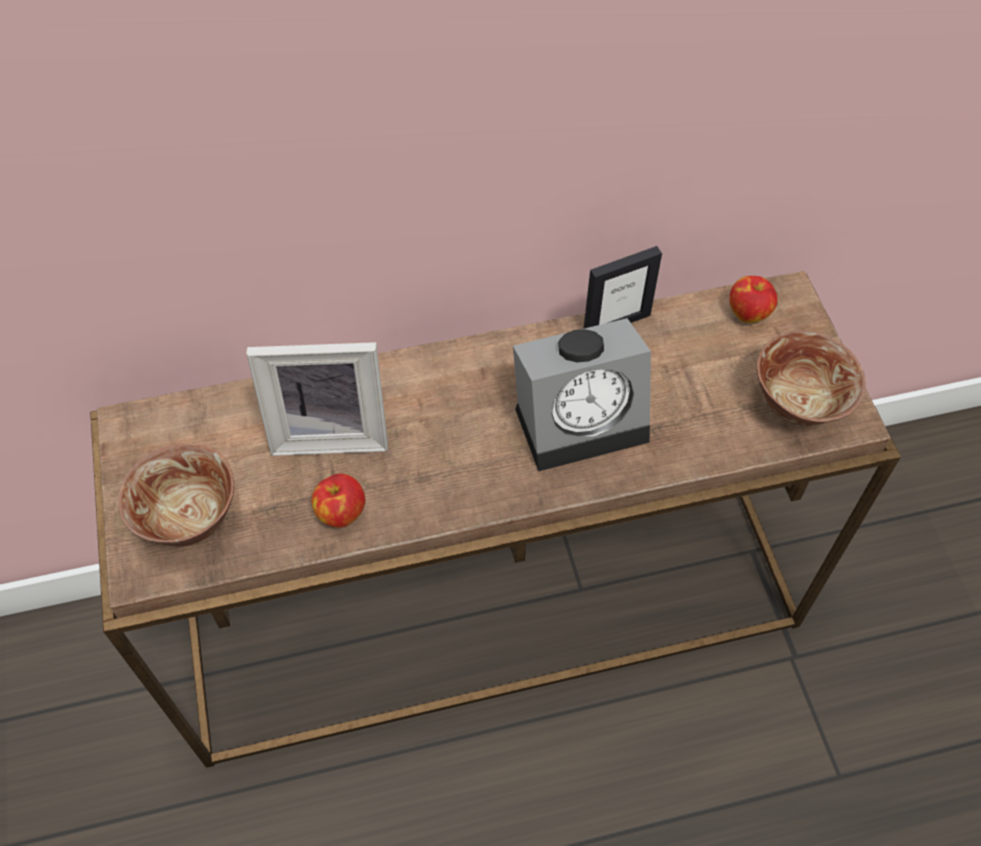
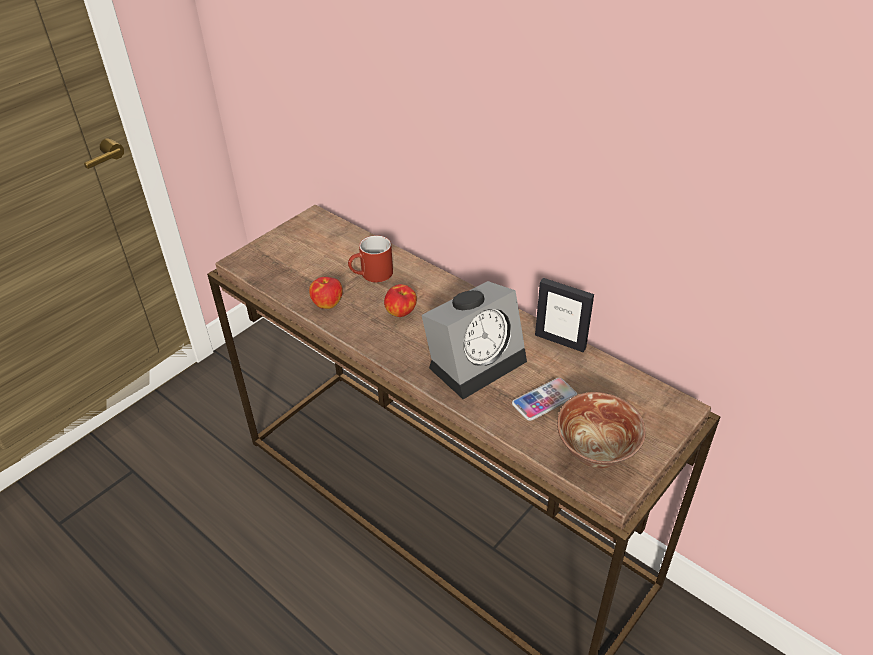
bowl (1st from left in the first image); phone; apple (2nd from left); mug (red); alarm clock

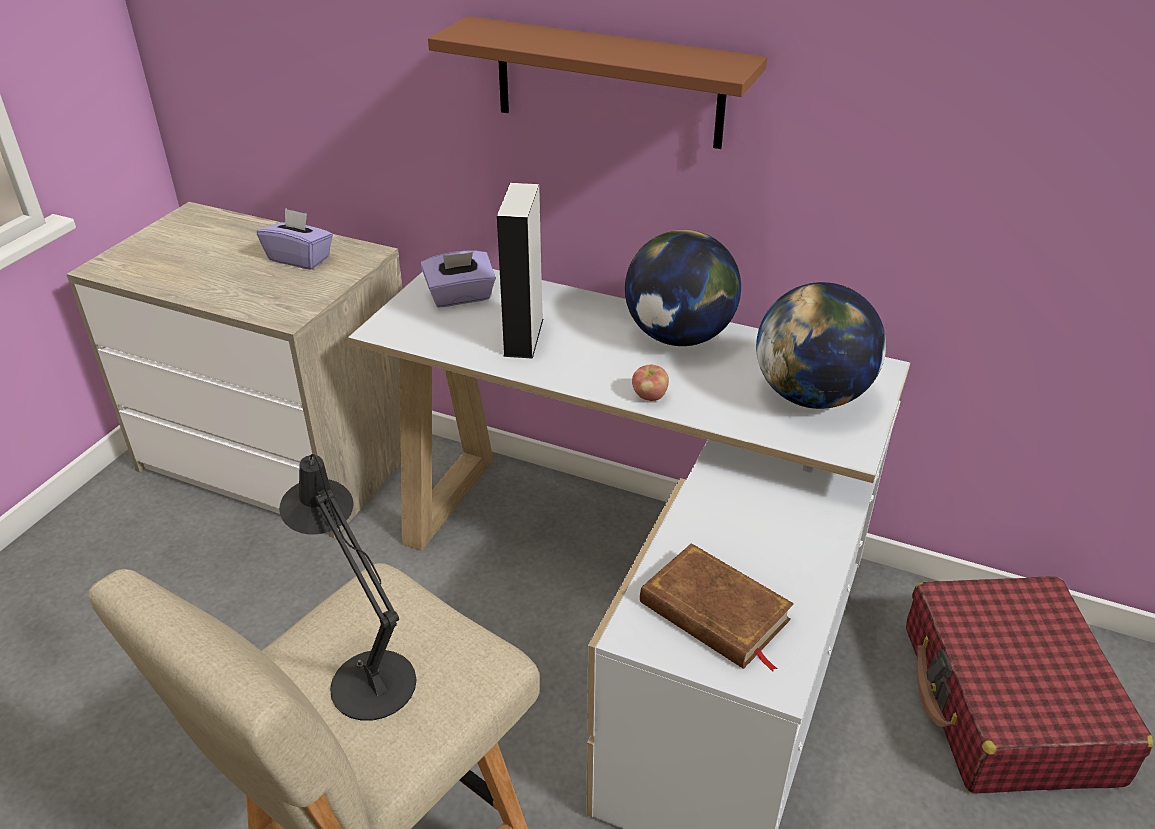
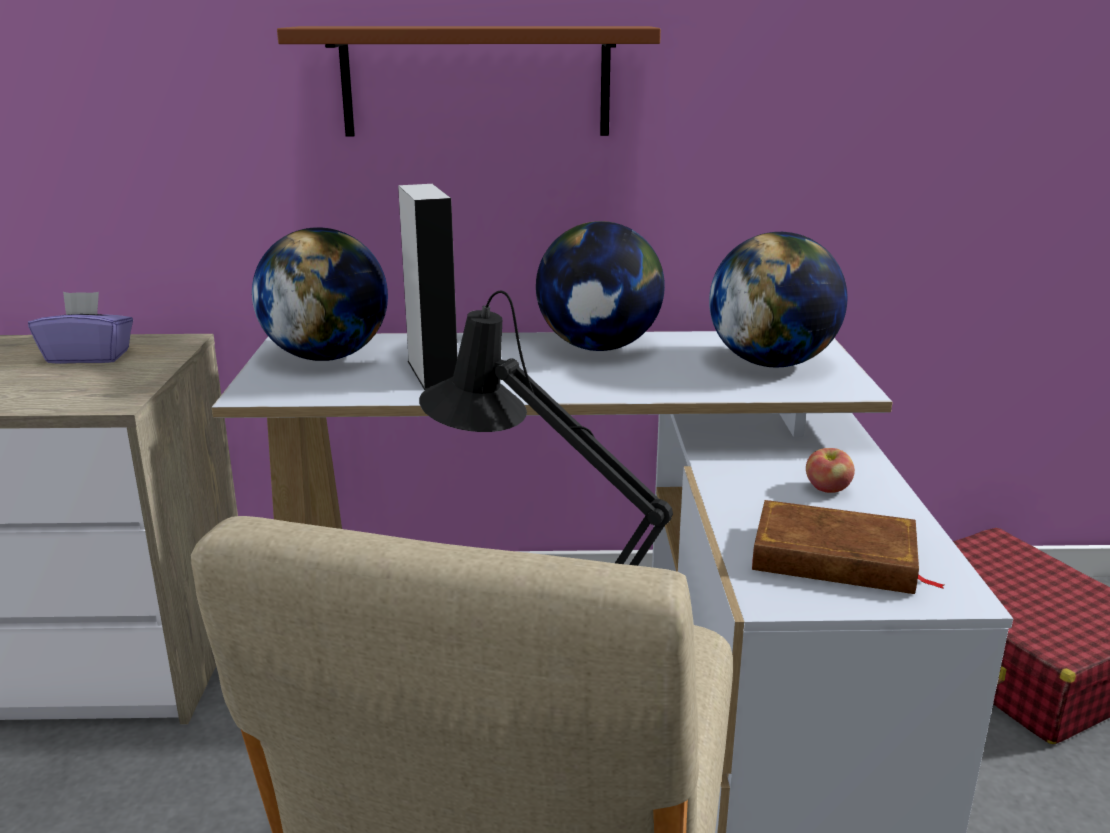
apple; globe (1st from left)

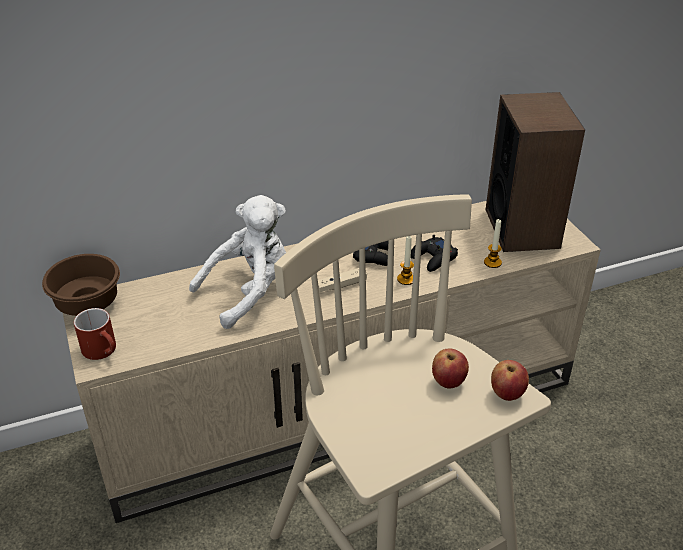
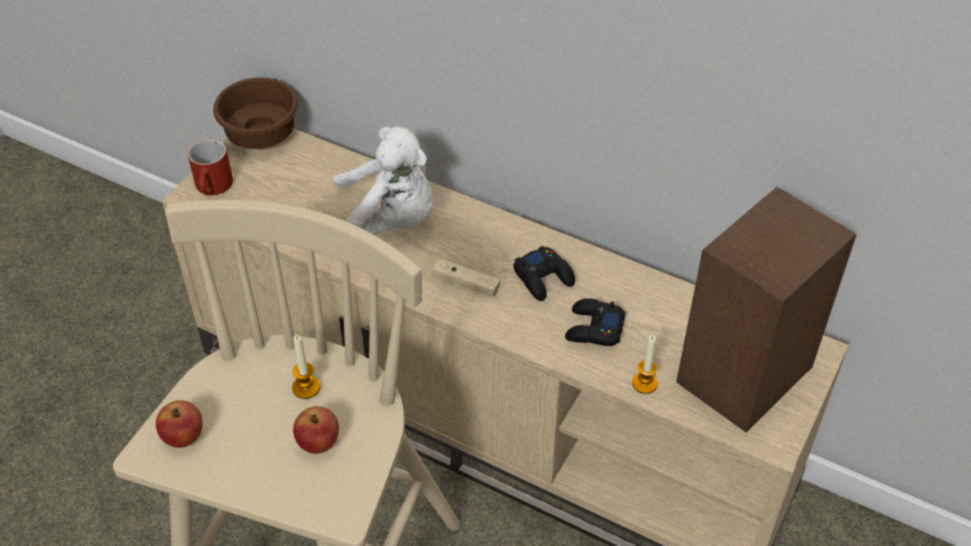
candle (1st from left); apple (1st from left)

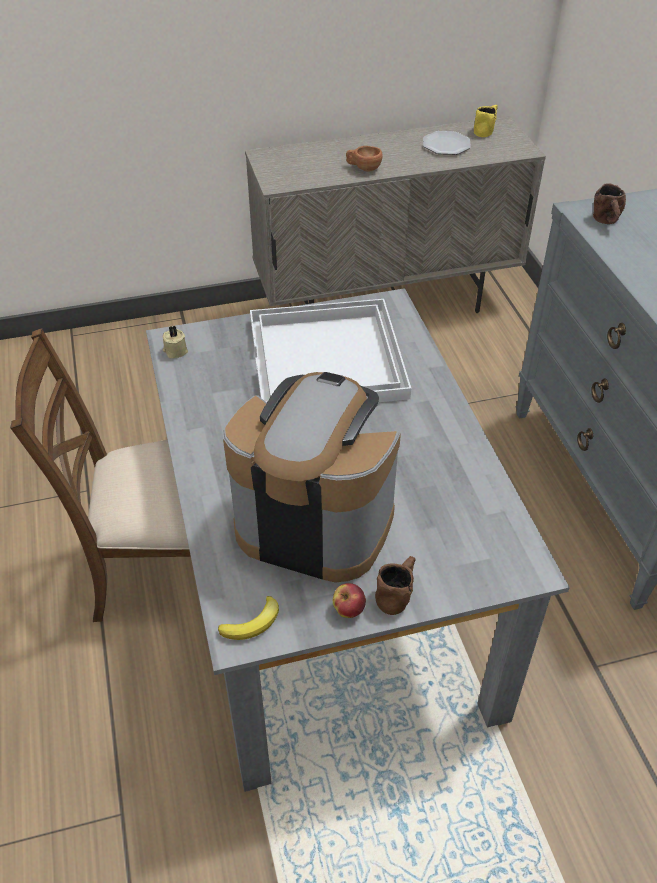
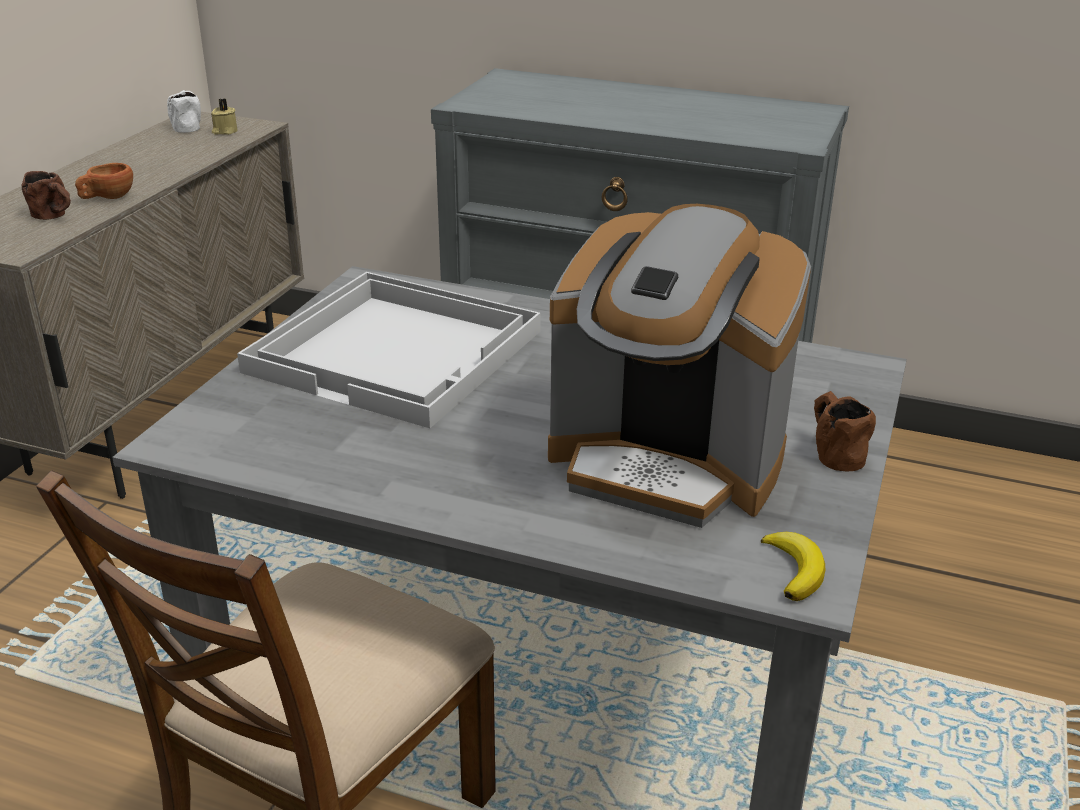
apple; plate; candle (beige); mug (brown) (1st from left); mug (white); coffee machine

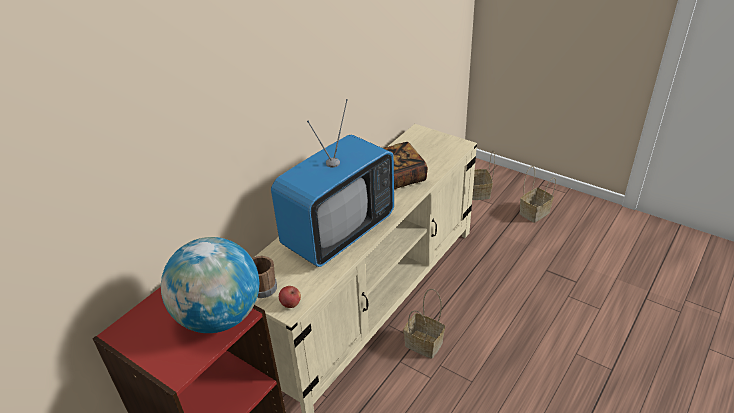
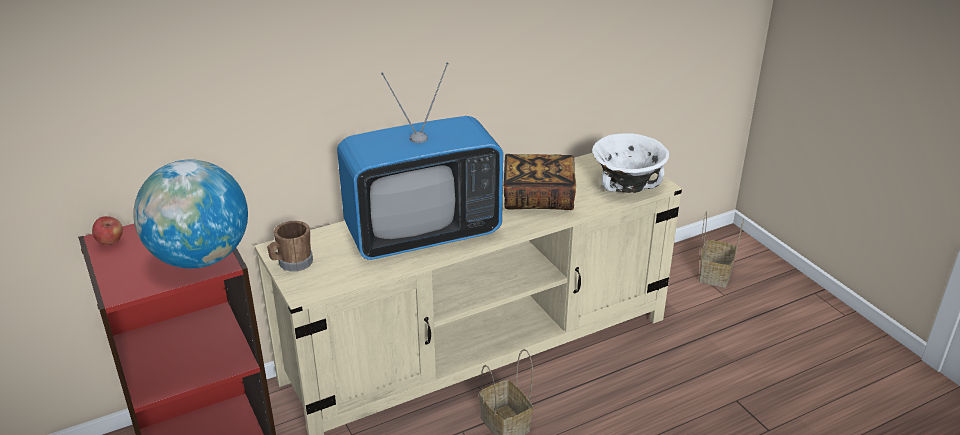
basket (3rd from left in the first image); bowl (white); apple

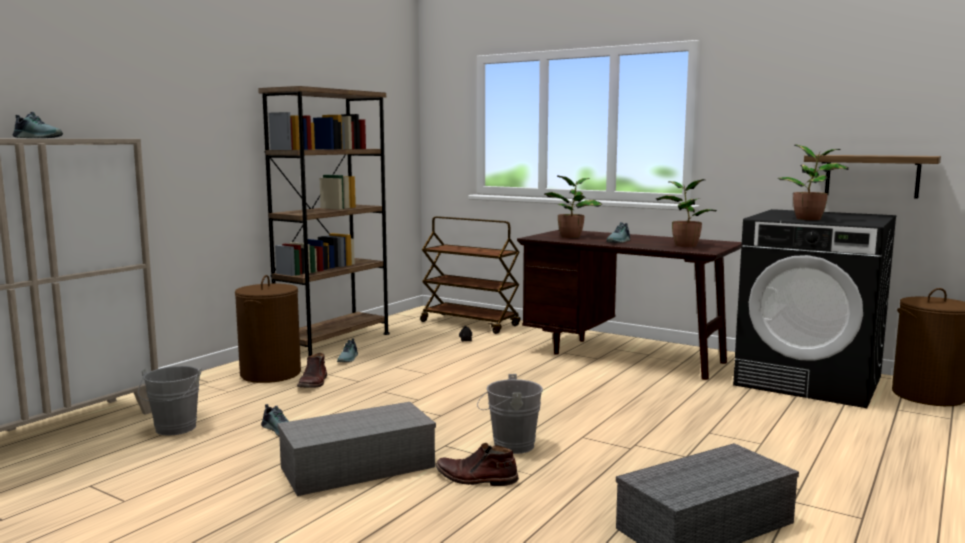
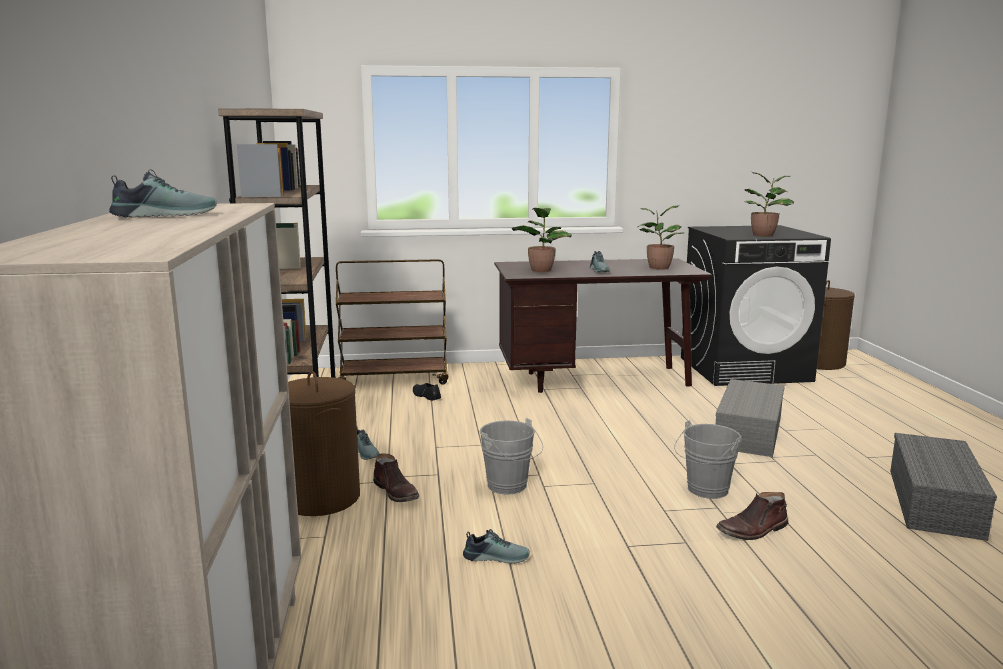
shelf; bucket (grey) (1st from left); storage box (grey) (1st from left)

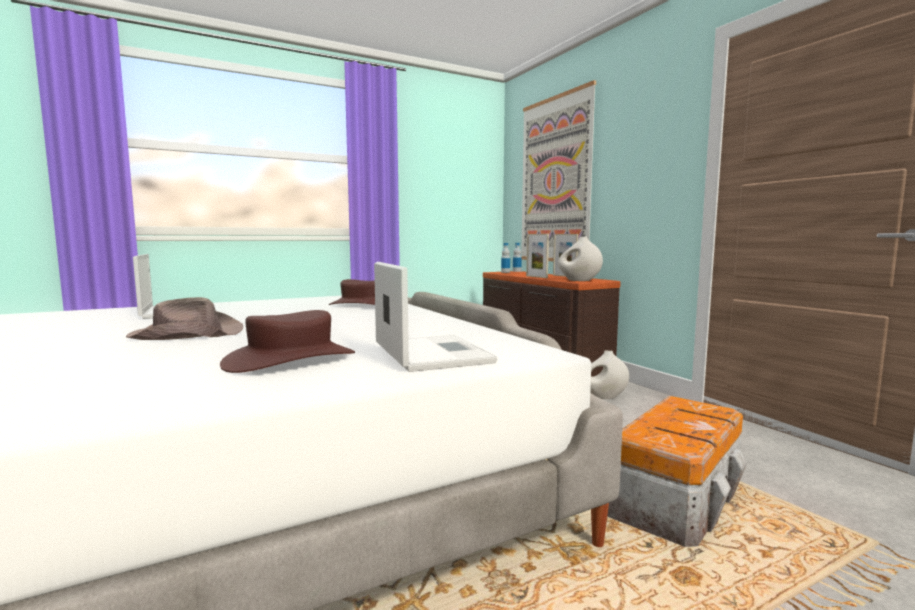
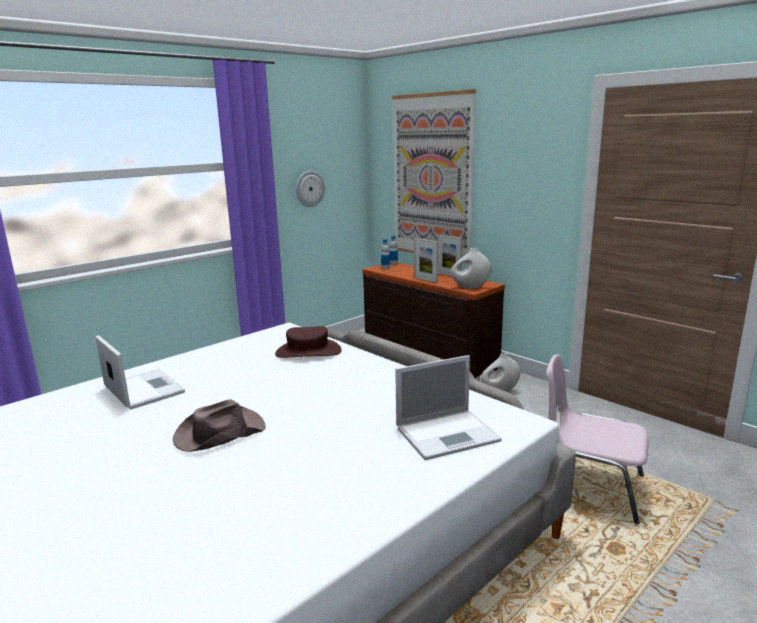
hat (brown) (2nd from left in the first image); wall clock; chair (pink); laptop (2nd from left)

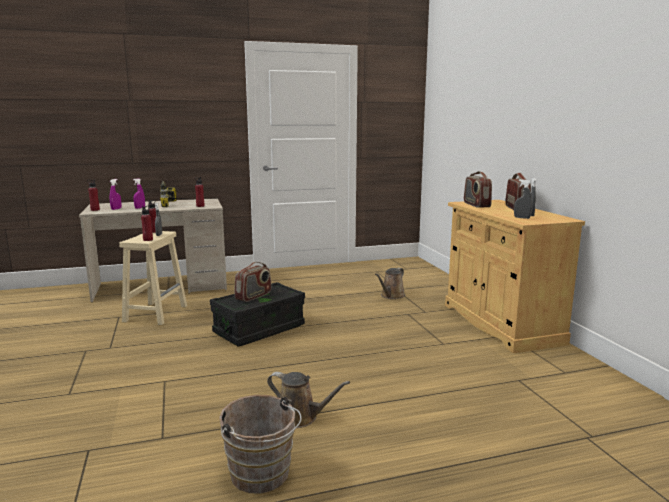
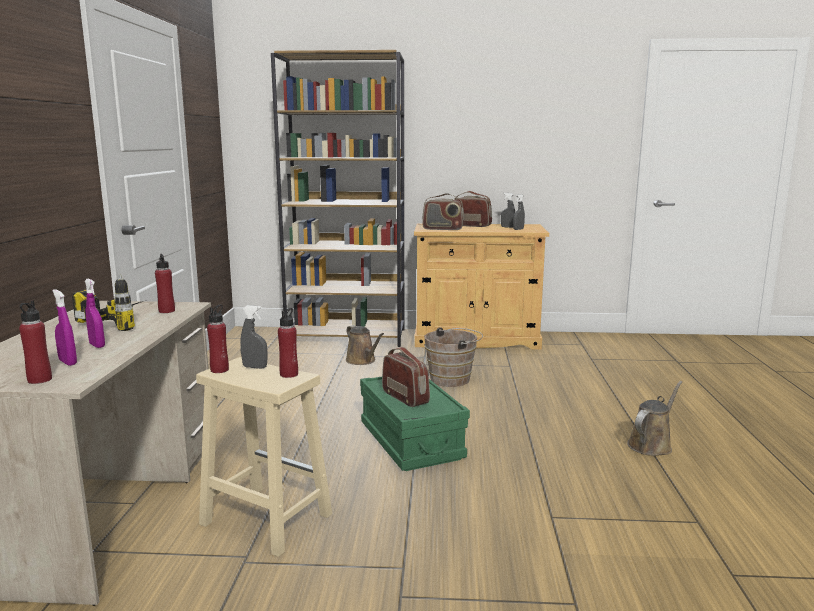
bookcase (brown); bucket (brown); storage box (green)

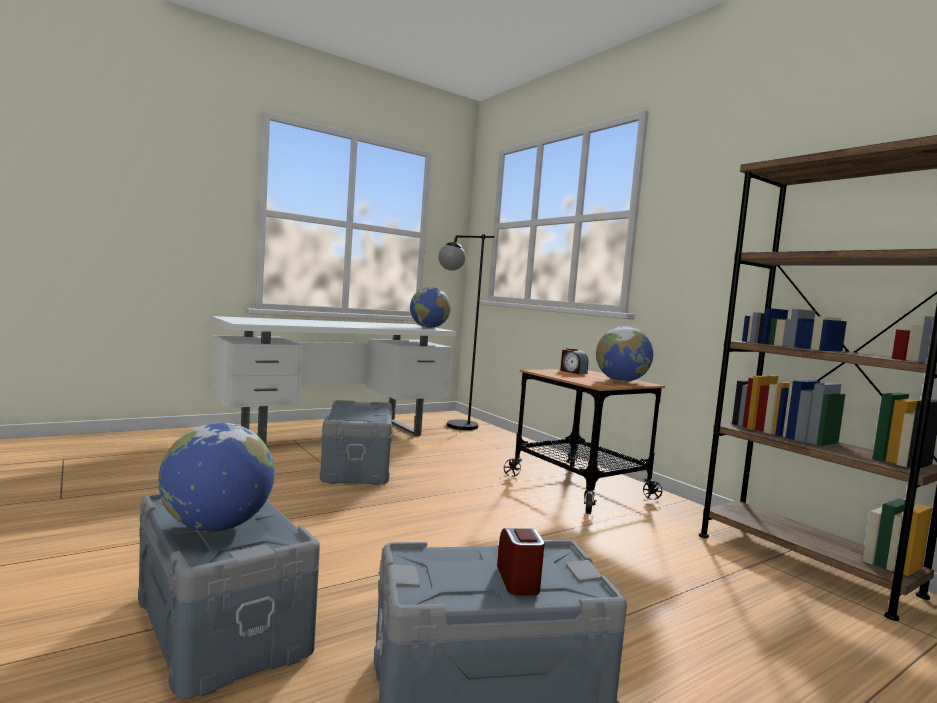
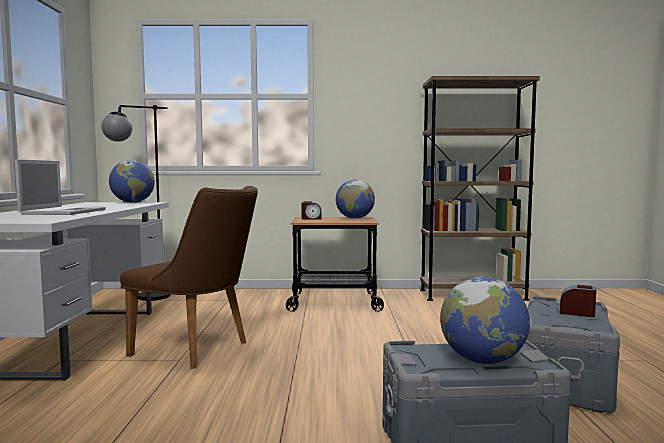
laptop; chair (brown)

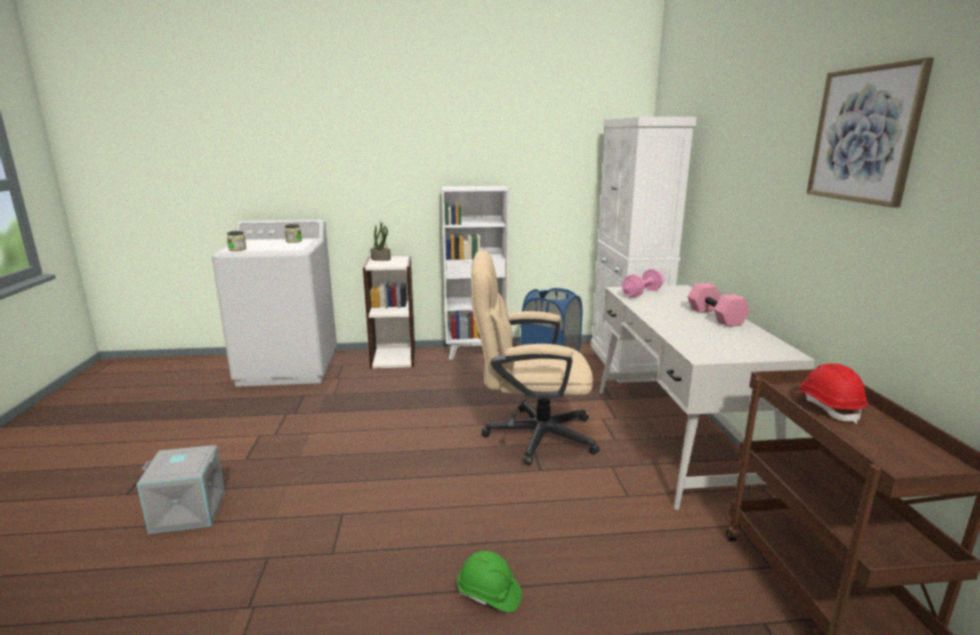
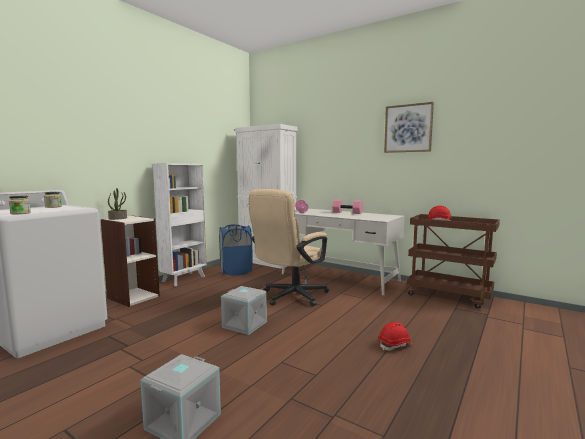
storage box (grey) (2nd from left); hard hat (red) (1st from left)

